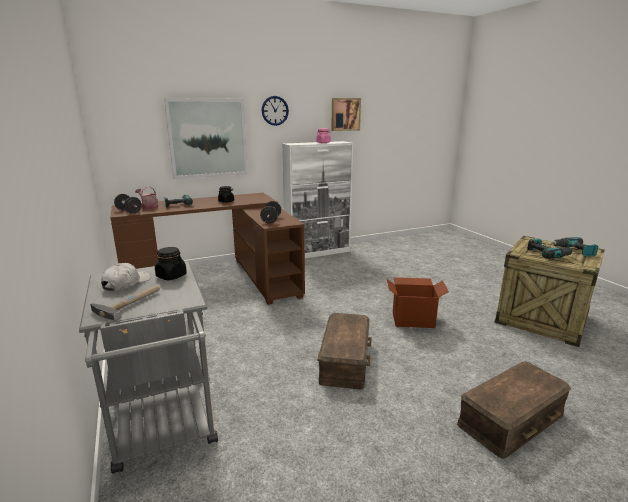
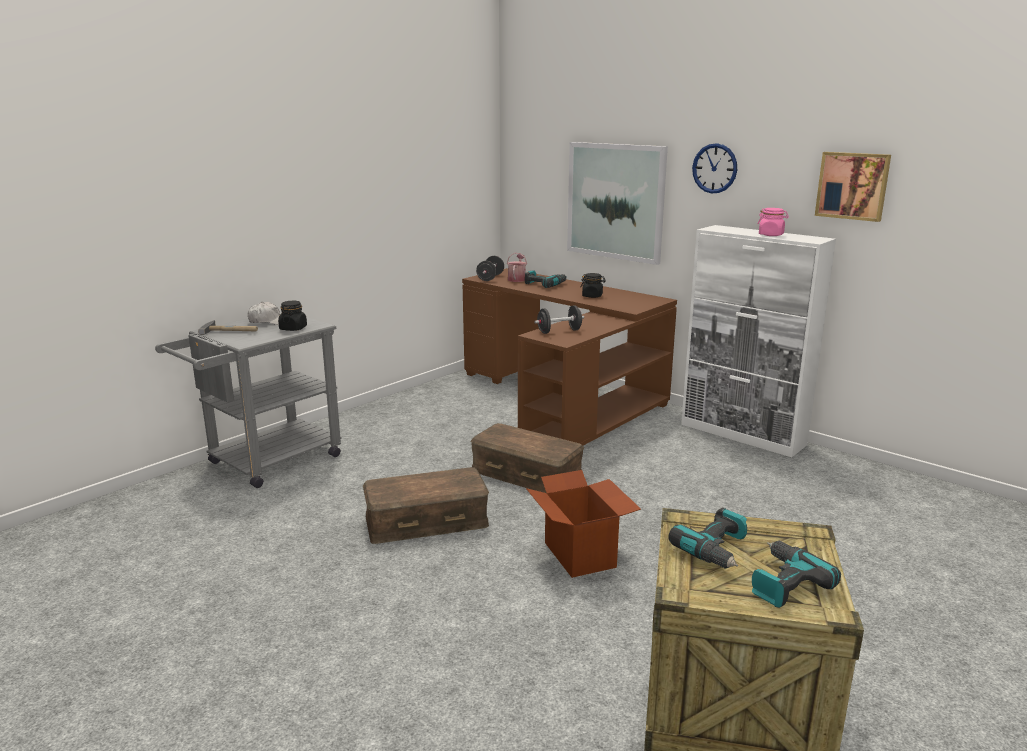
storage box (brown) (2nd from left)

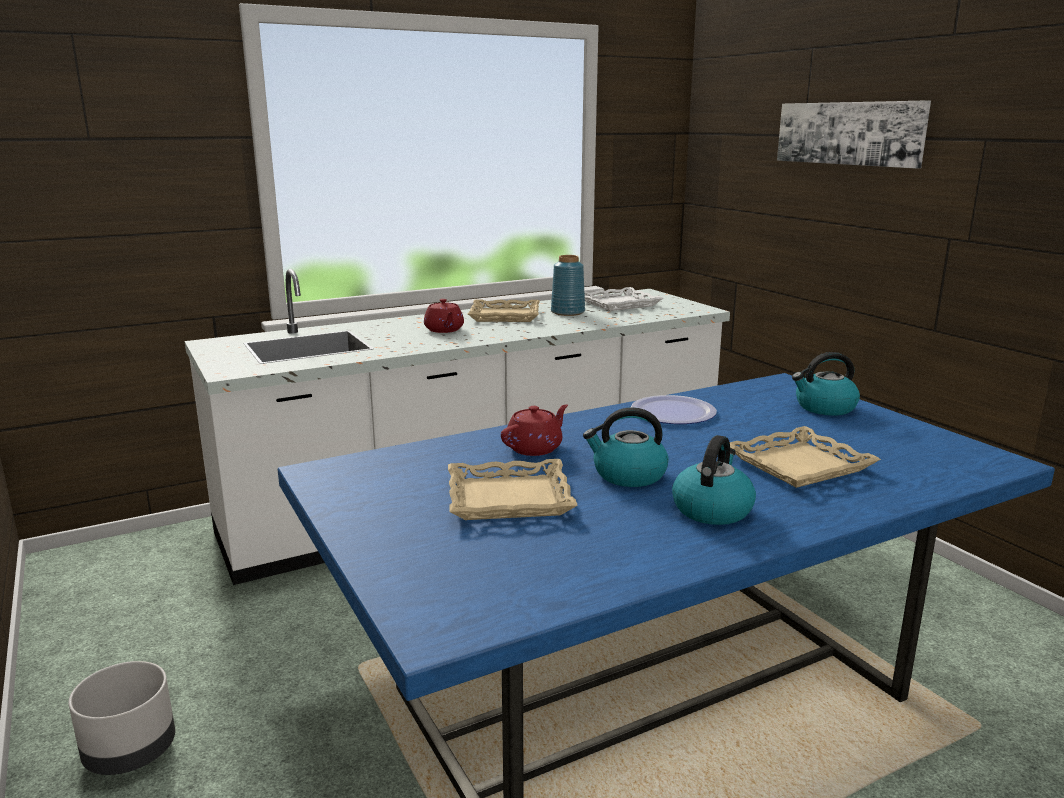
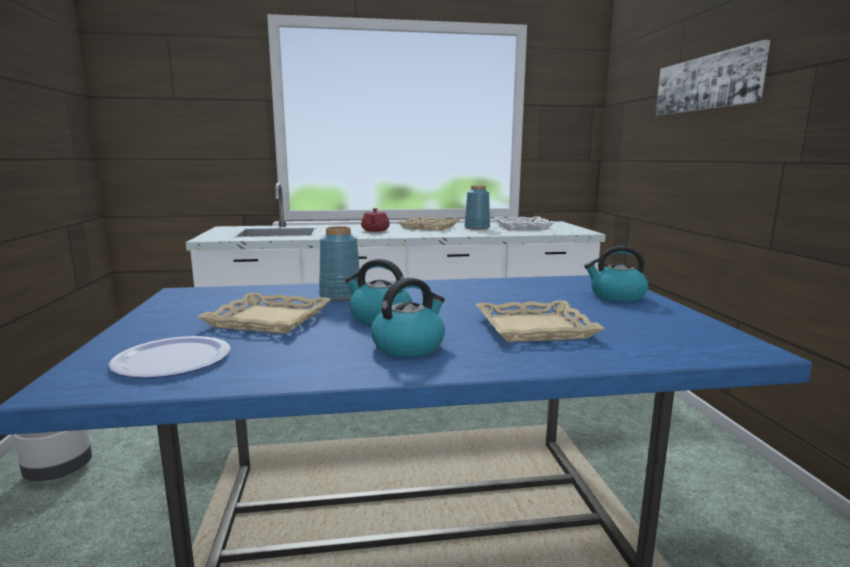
plate; vase (blue) (1st from left)

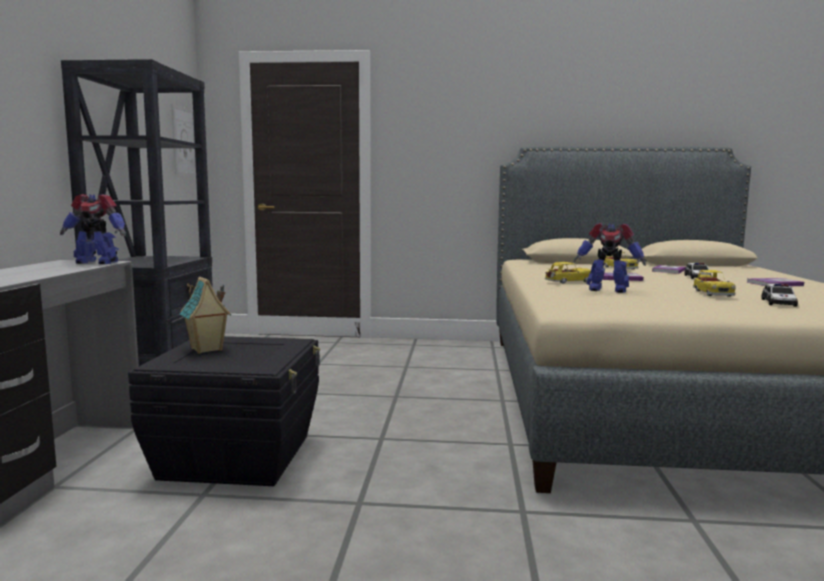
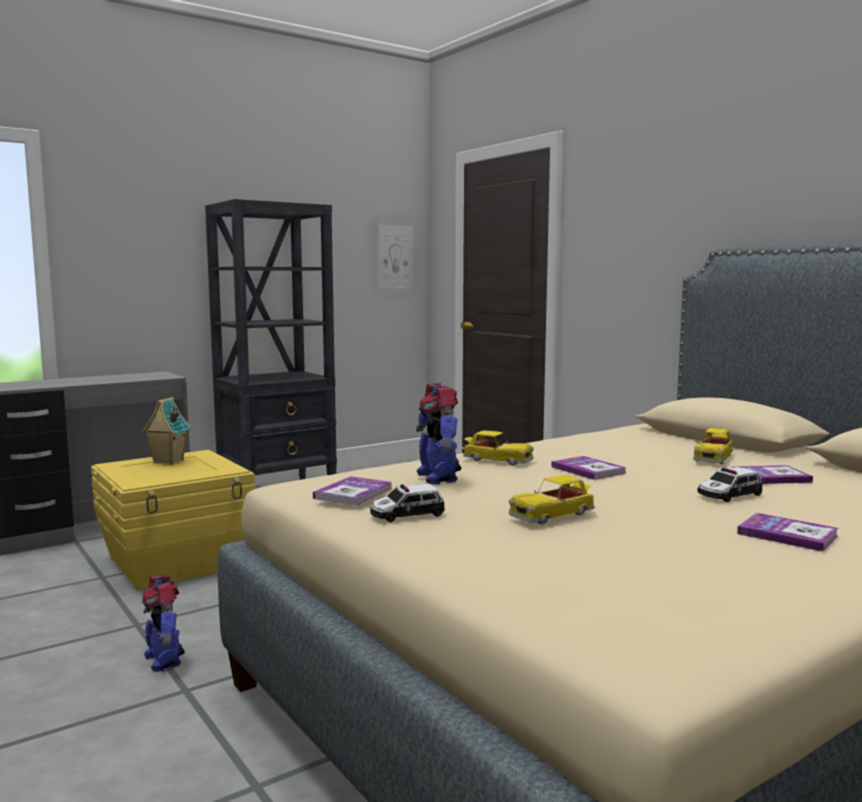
book (1st from left); toy robot (1st from left); toy car (1st from left); storage box (yellow)

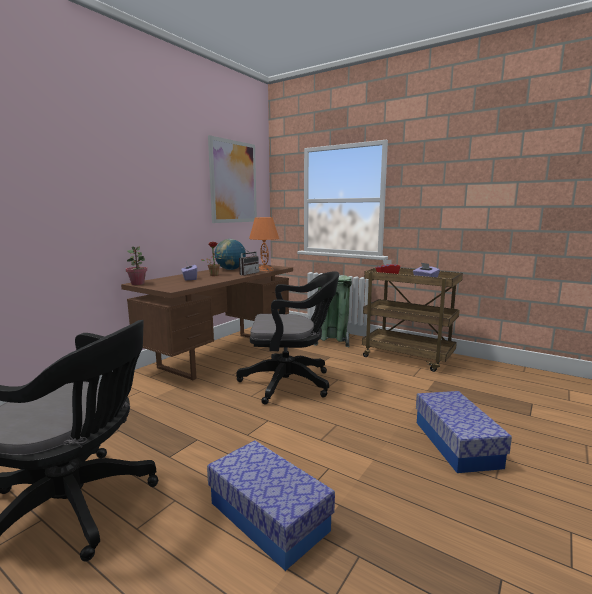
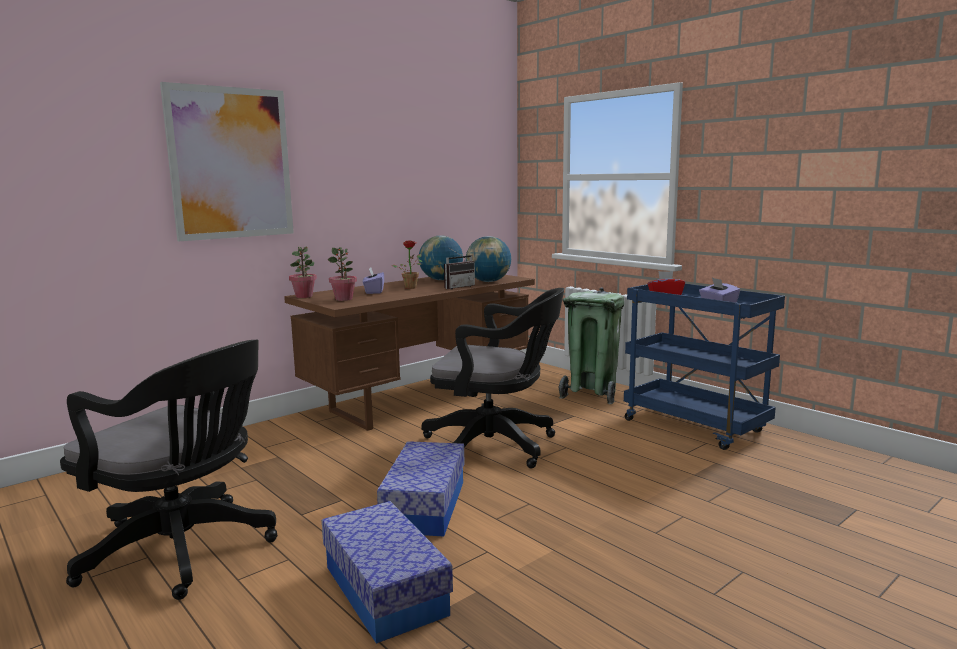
potted plant (2nd from left); picture; storage box (2nd from left); globe (2nd from left); cart (blue)

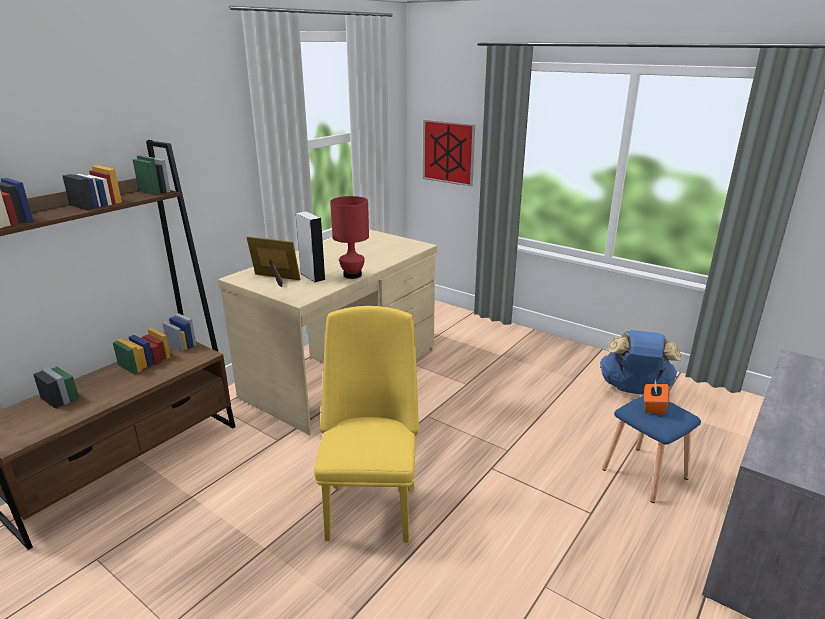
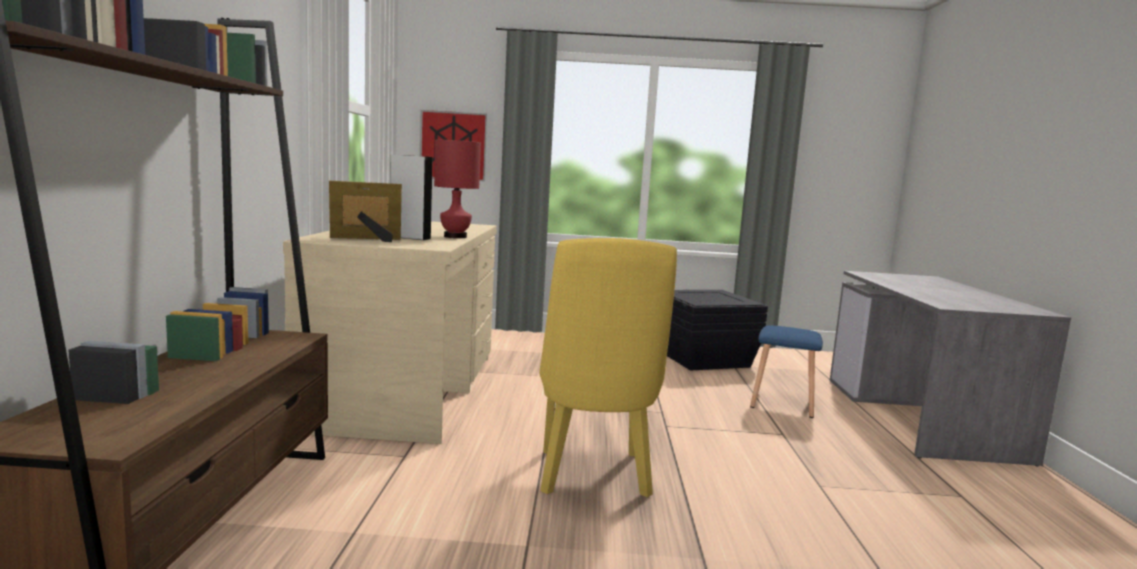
tissue box (orange); storage box (black); chair (yellow)

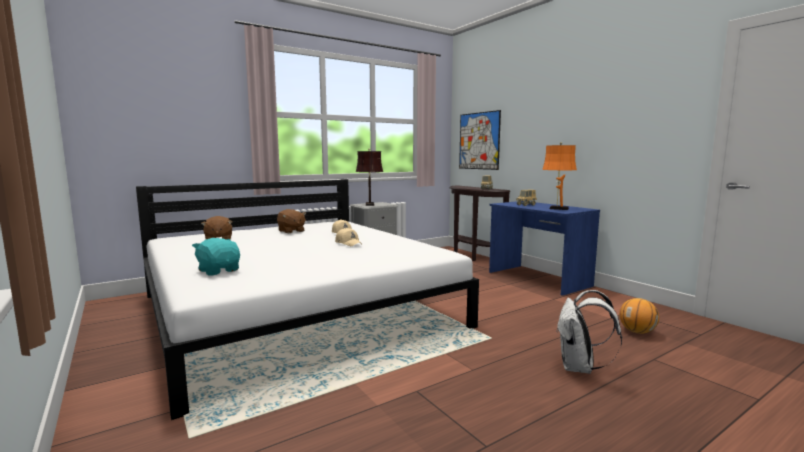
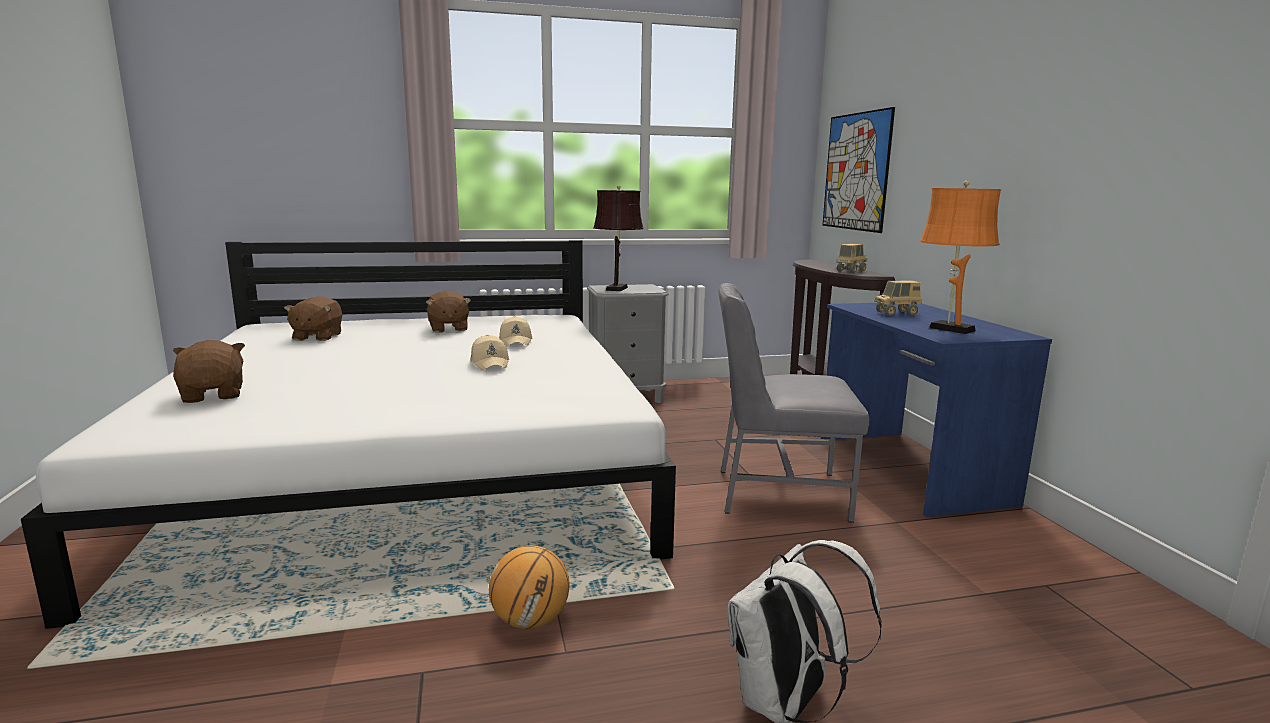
chair (grey); basketball; plush toy (brown) (1st from left)

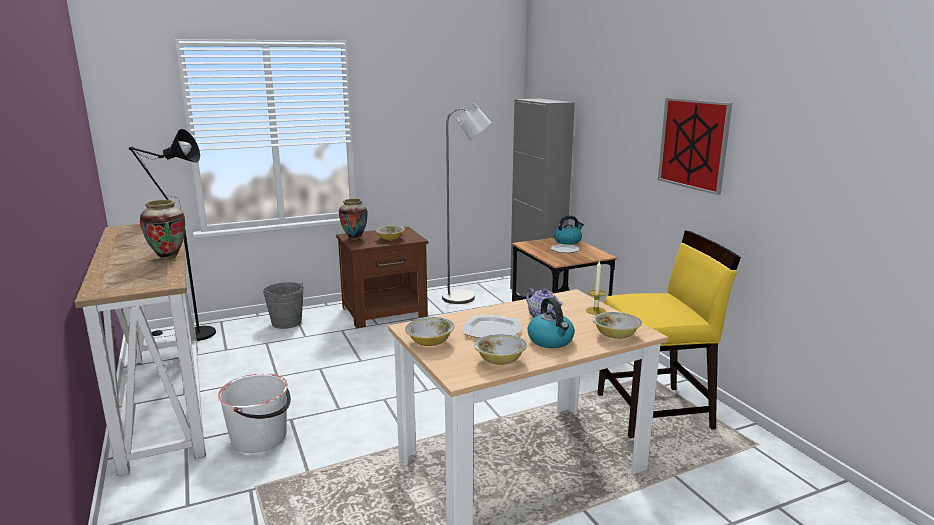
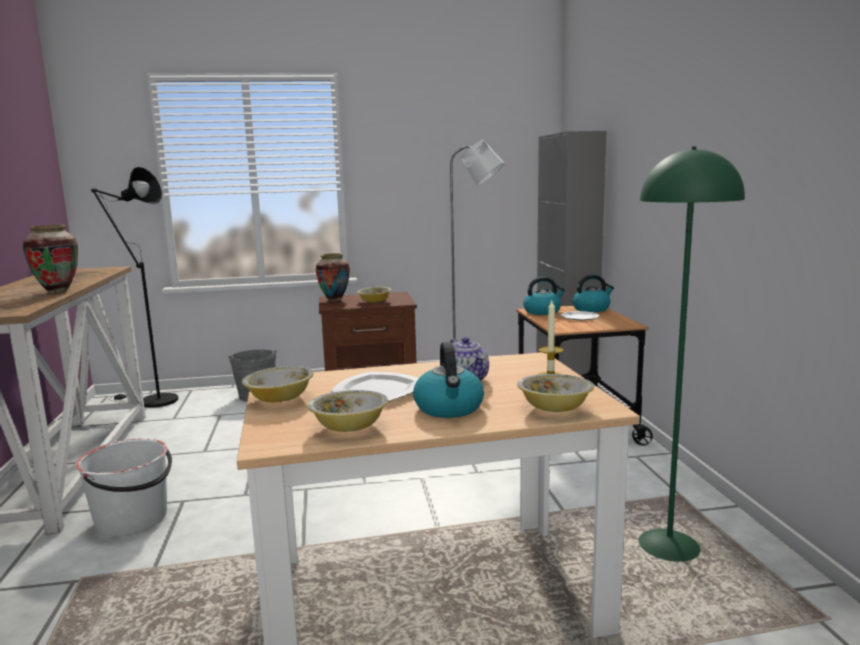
picture; kettle (2nd from left); floor lamp (green)

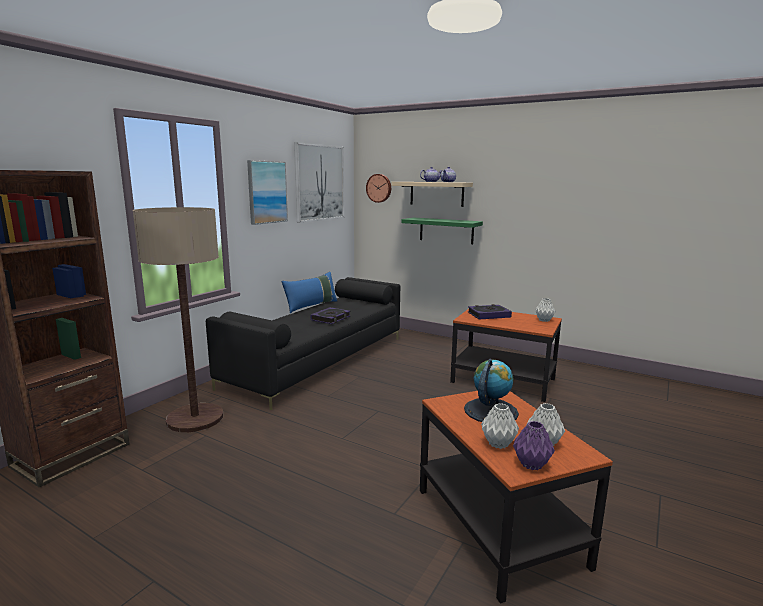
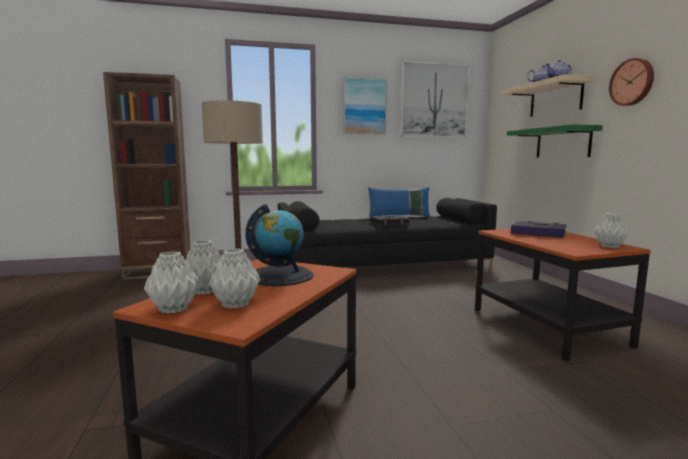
wall clock; vase (grey) (1st from left)

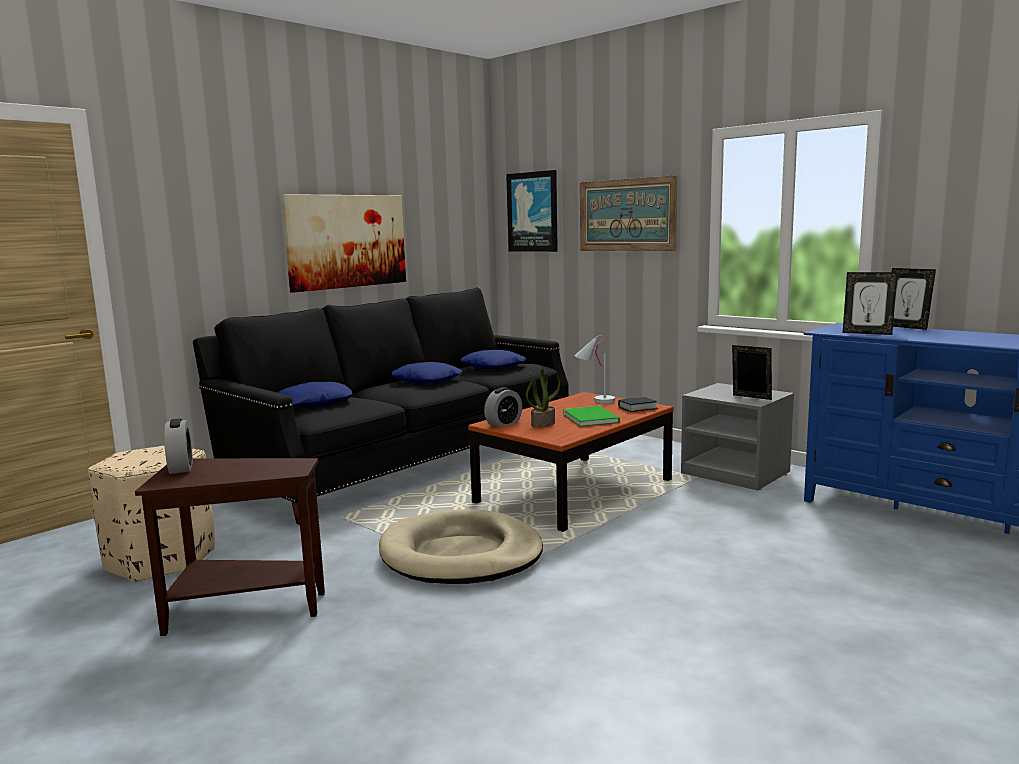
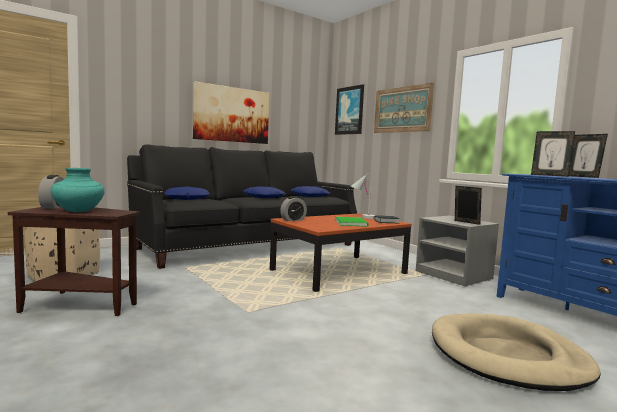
potted plant; vase (turquoise); dog bed (beige)

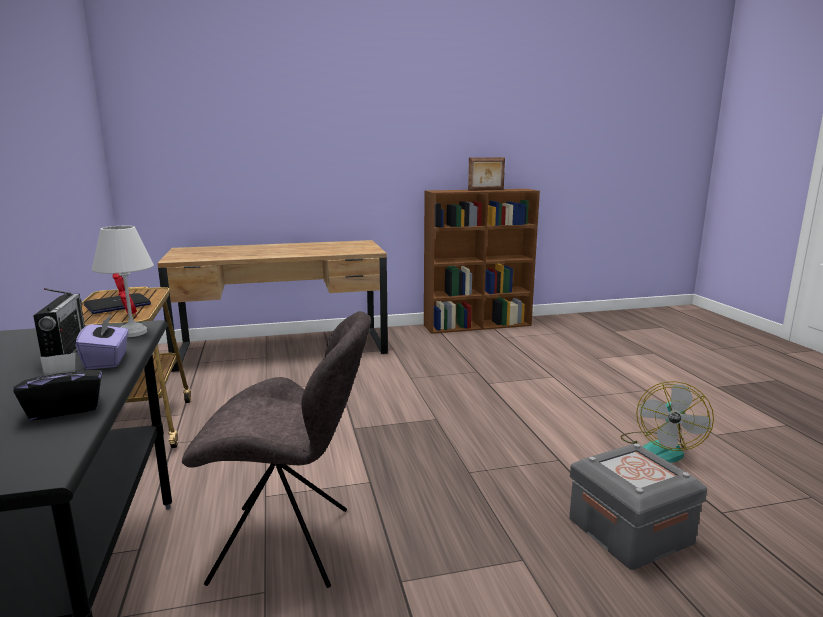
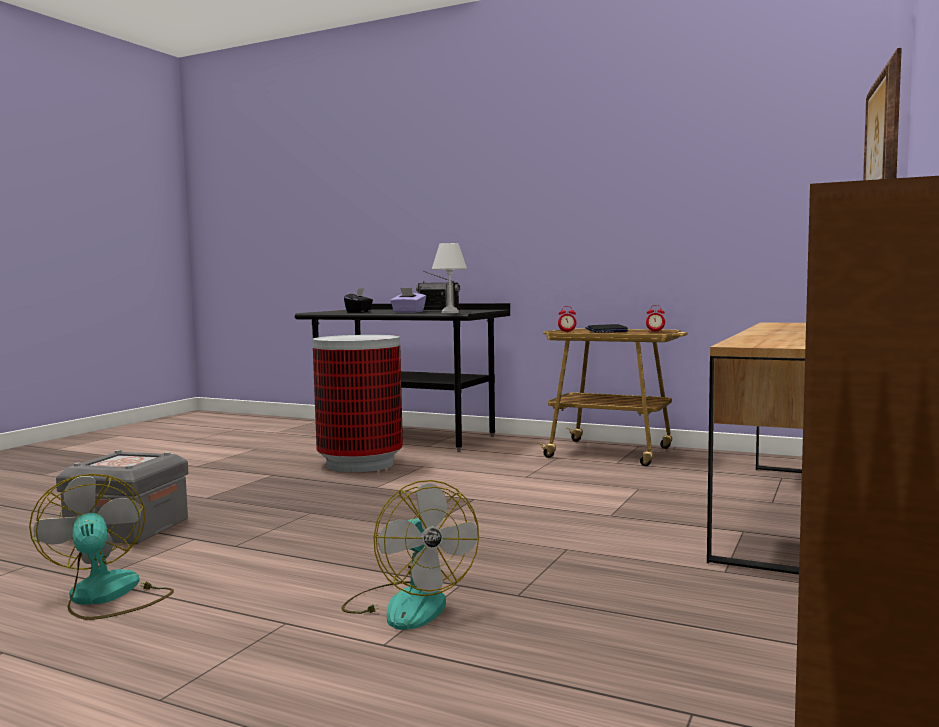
fan (2nd from left); trash can

